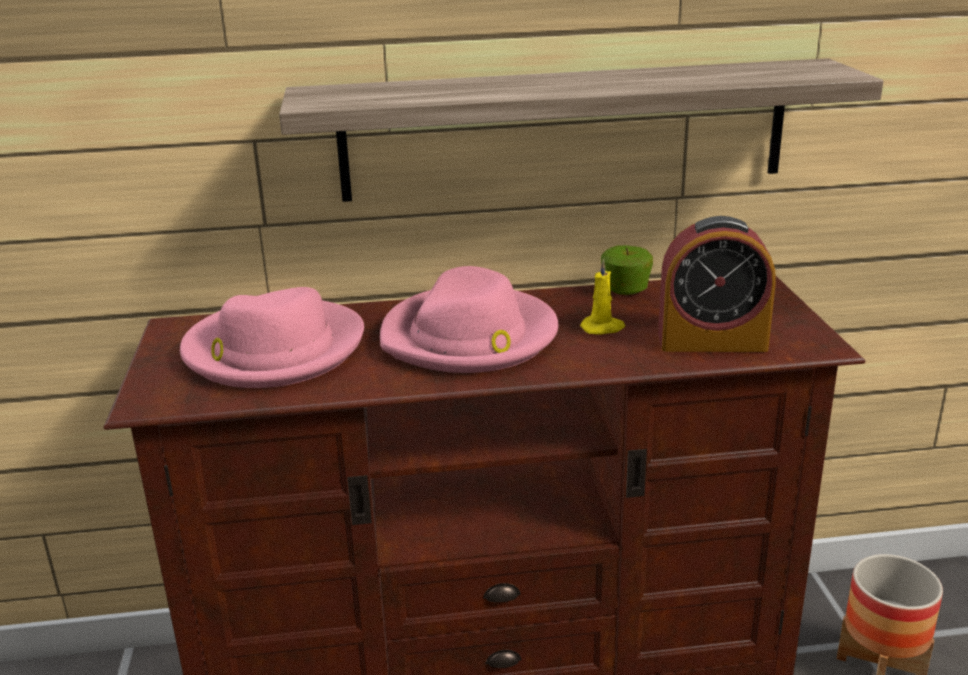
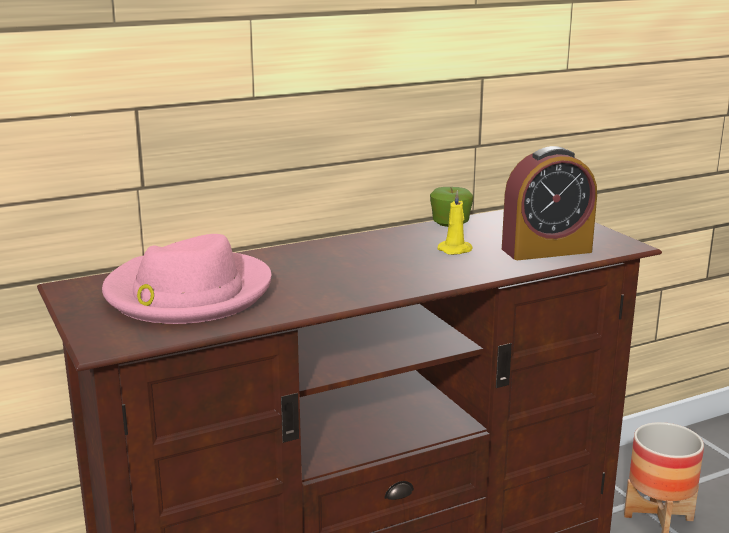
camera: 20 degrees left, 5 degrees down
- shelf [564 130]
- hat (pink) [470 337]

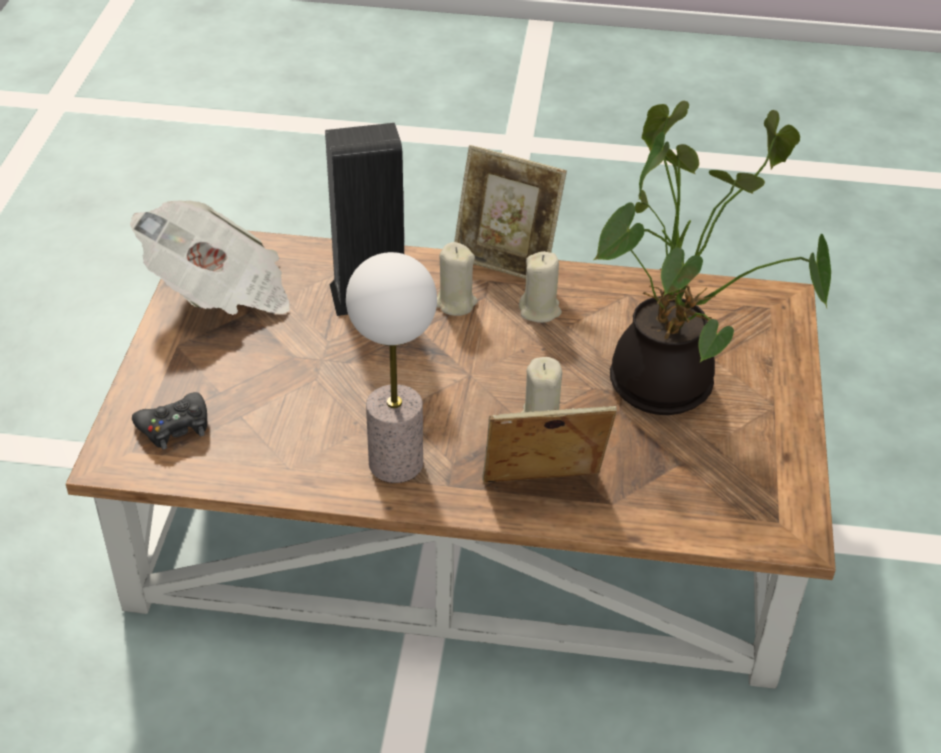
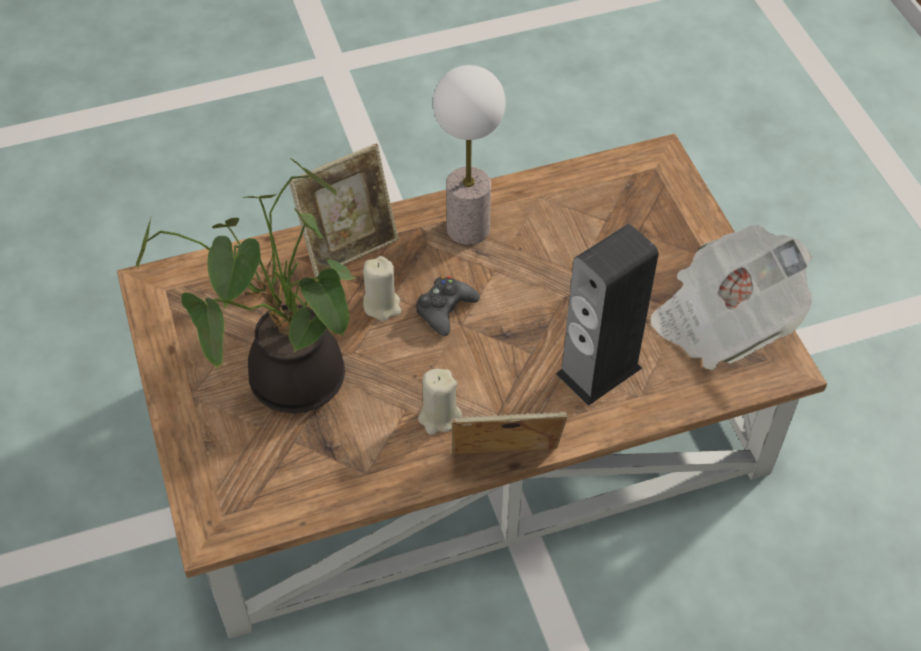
camera: 155 degrees right, 10 degrees up
- candle (beige) [454 303]
~ game controller (black) [175 427] to [445 309]

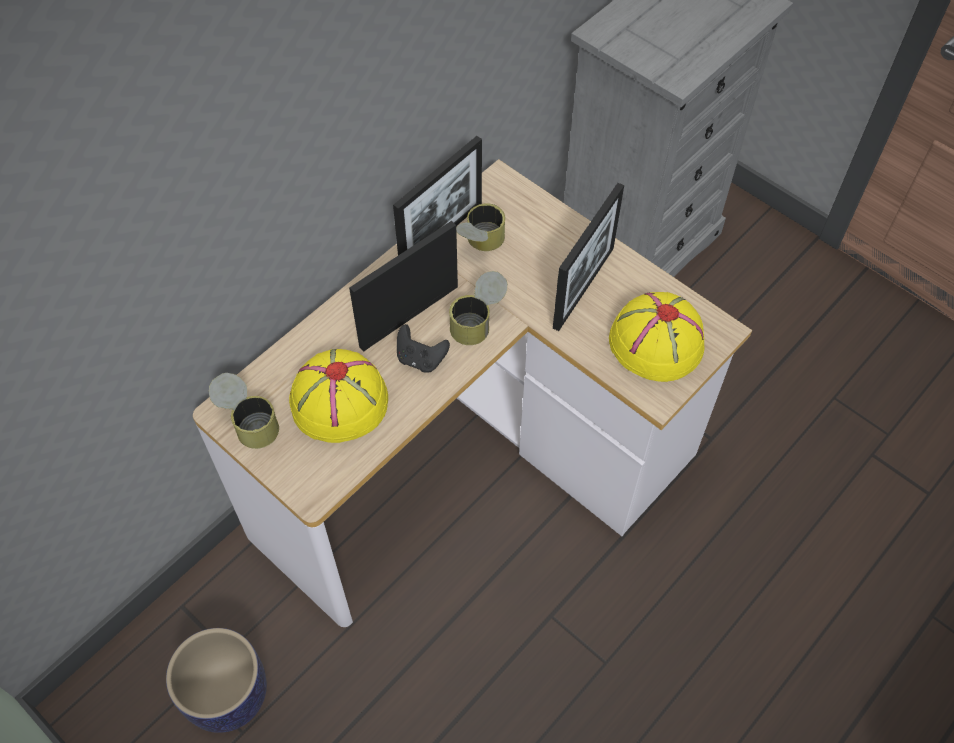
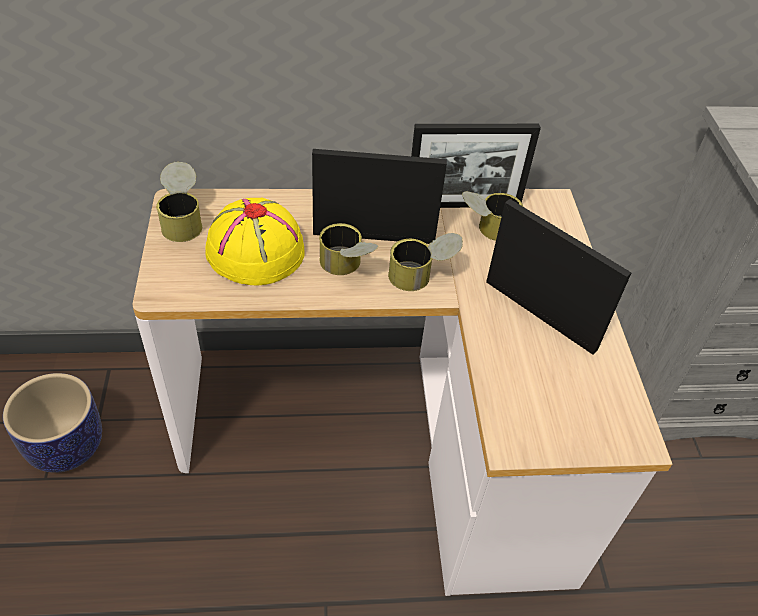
camera: 40 degrees right, 10 degrees down
~ picture frame [583 287] = [539 315] 120 degrees counterclockwise
- hat (yellow) [655 342]
~ game controller (black) [421 359] to can [346 268]

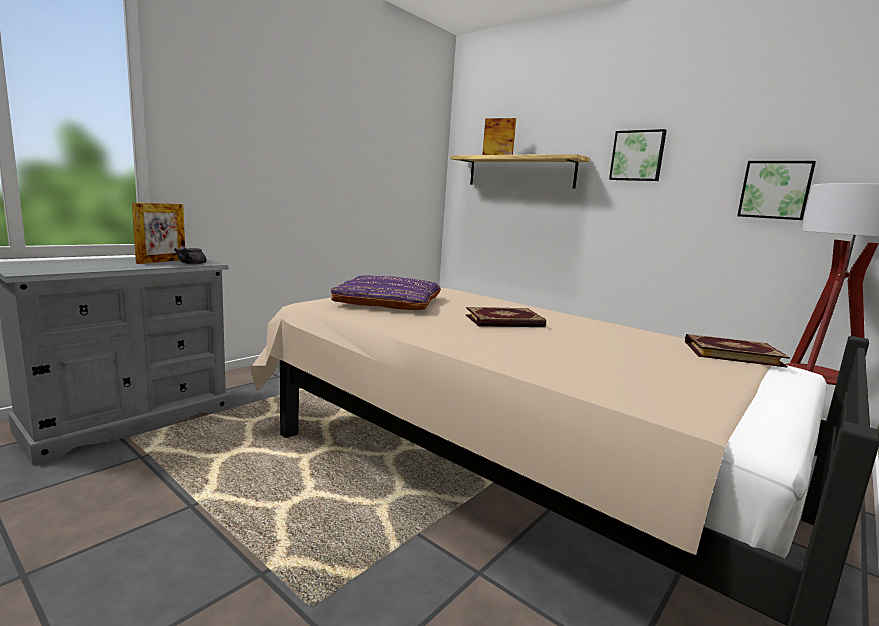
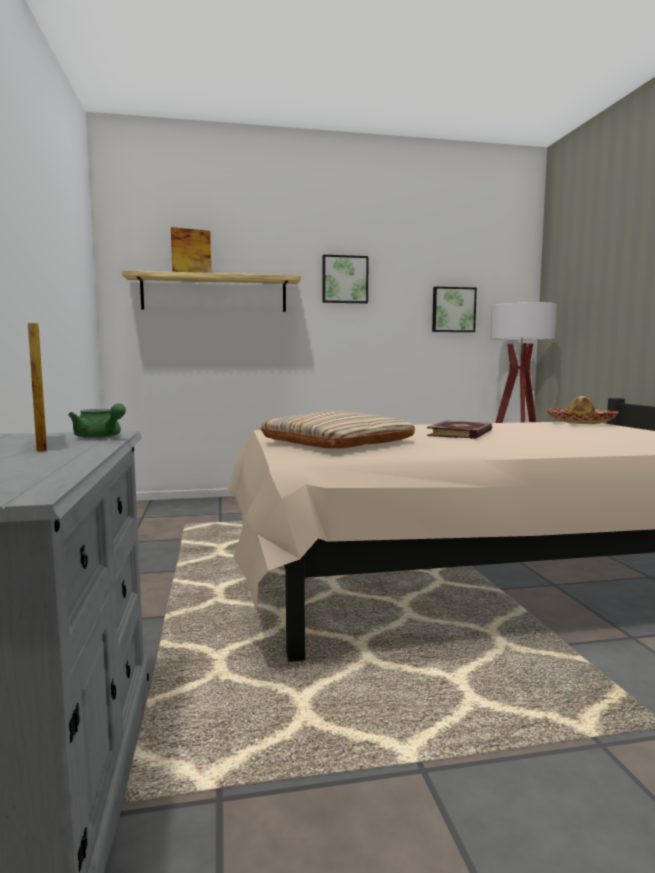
camera: 50 degrees left, 5 degrees down
~ teapot (grey) [190 263] to teapot (green) [100 437]
~ pillow (purple) [389 301] to pillow (beige) [337 442]
~ book [731 353] to hat [580 422]

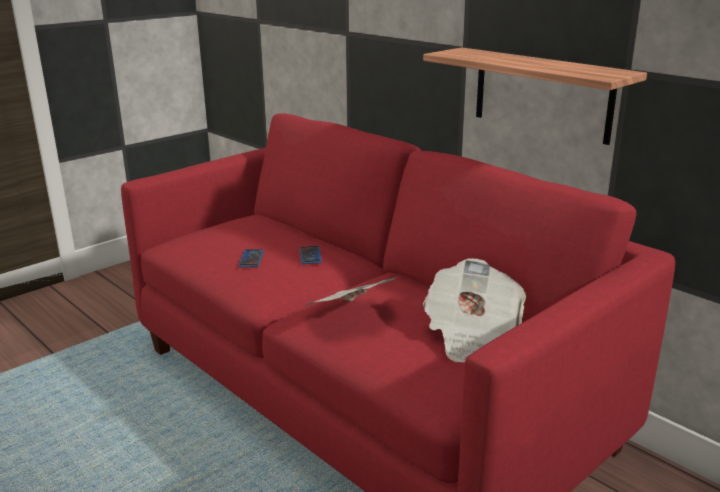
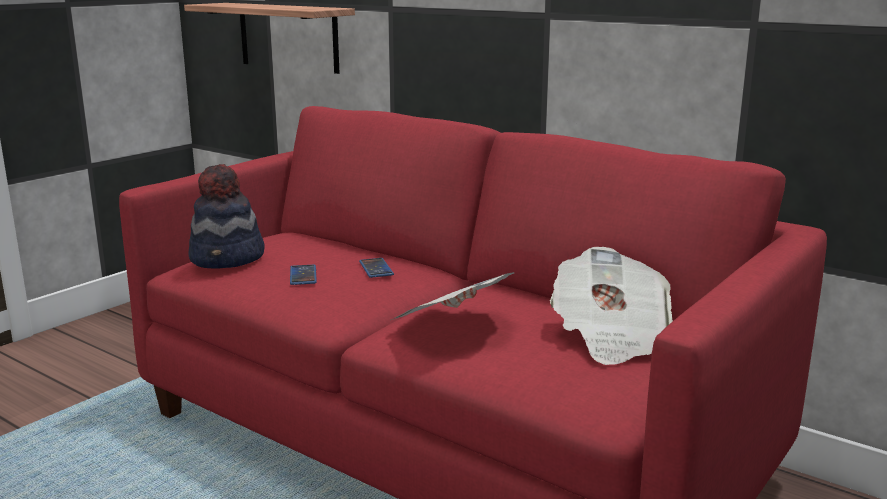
camera: 10 degrees left, 5 degrees down
~ shelf [542 94] to [288 37]
+ hat [228 258]

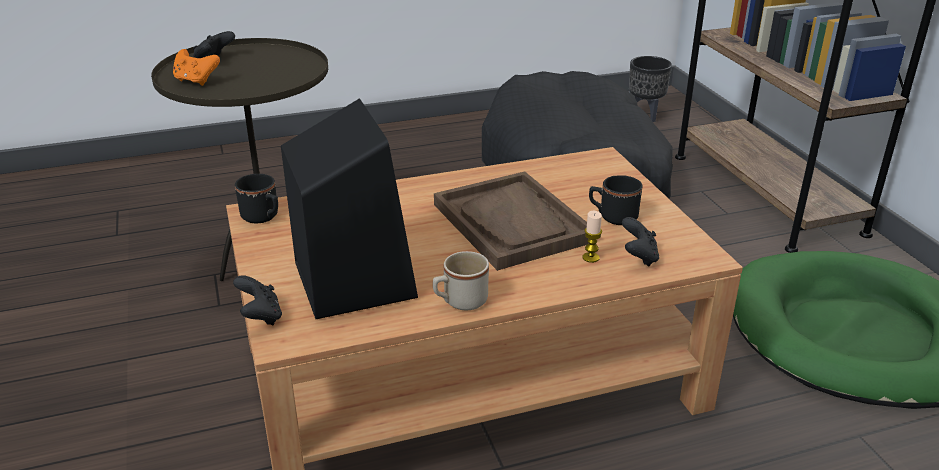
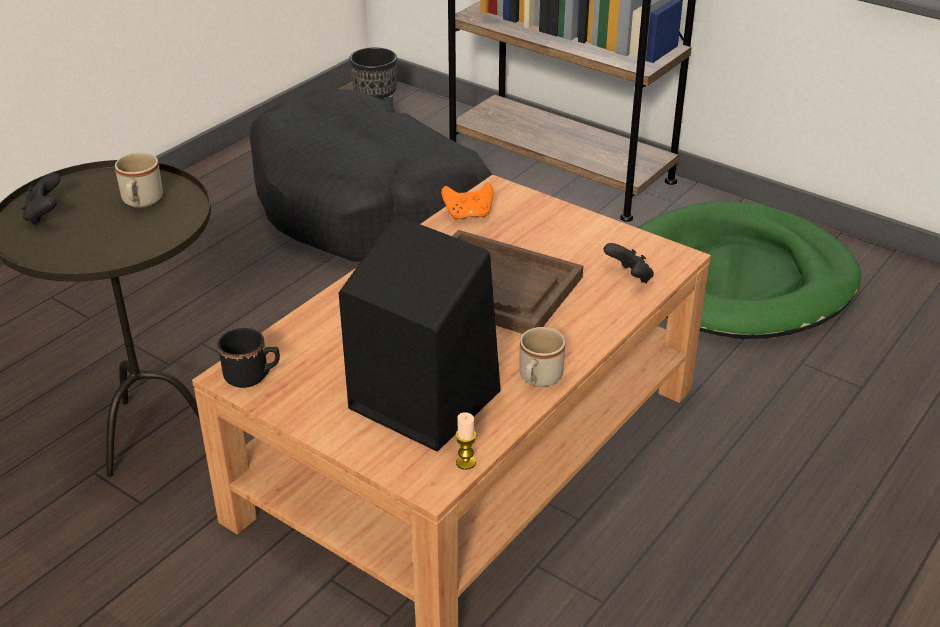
camera: 35 degrees left, 5 degrees up
~ game controller (orange) [196 81] to [468 215]
- mug (black) [612 217]
~ candle [590 258] to [465 462]
- game controller (black) [260 317]
+ mug (beige) [141 202]

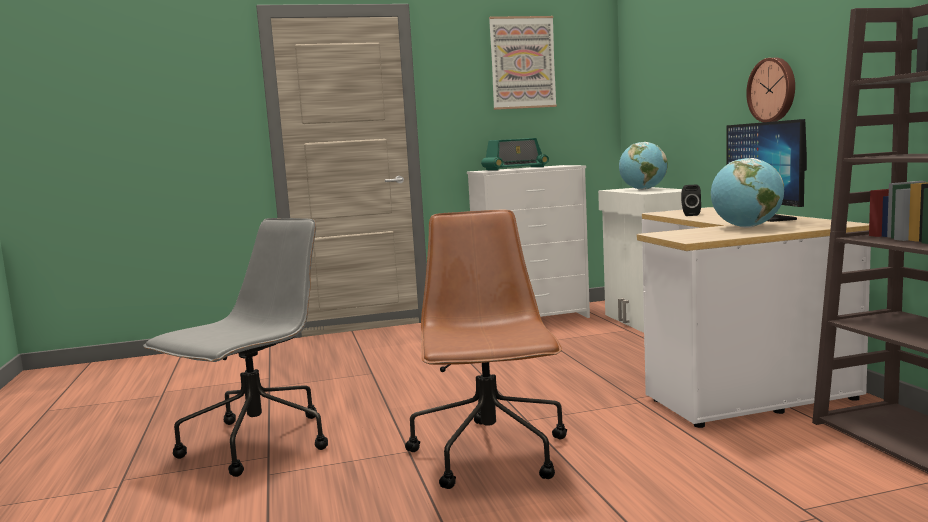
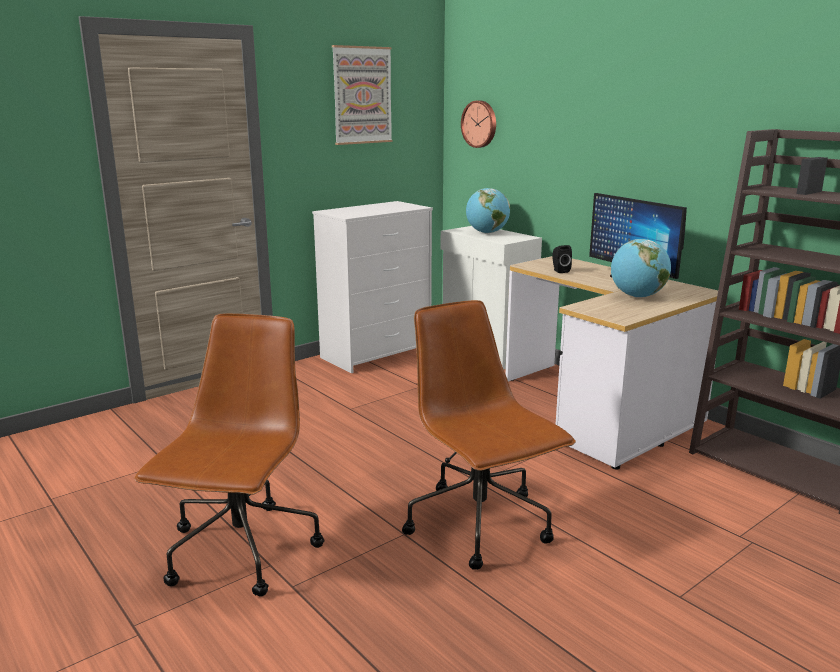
camera: 25 degrees left, 10 degrees up
~ wall clock [773 90] to [480 124]
- radio [515 168]
~ office chair (grey) [256 444] to office chair (brown) [241 552]

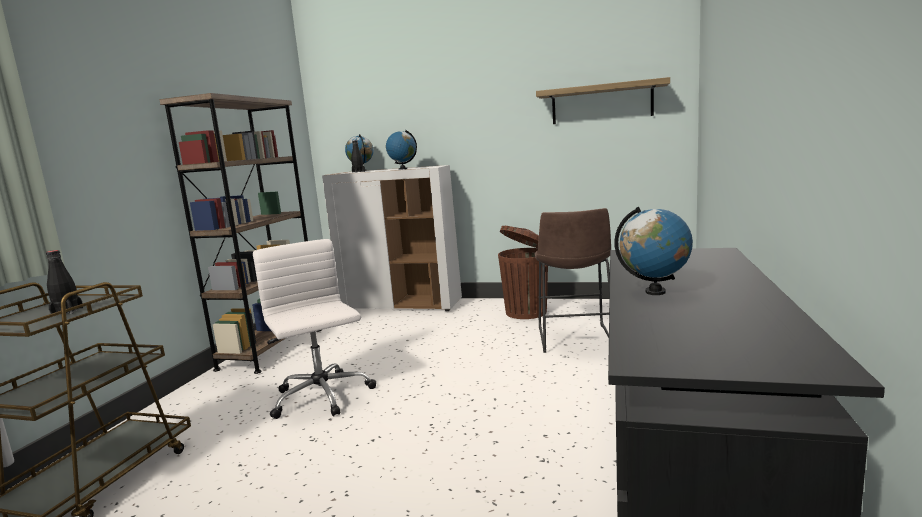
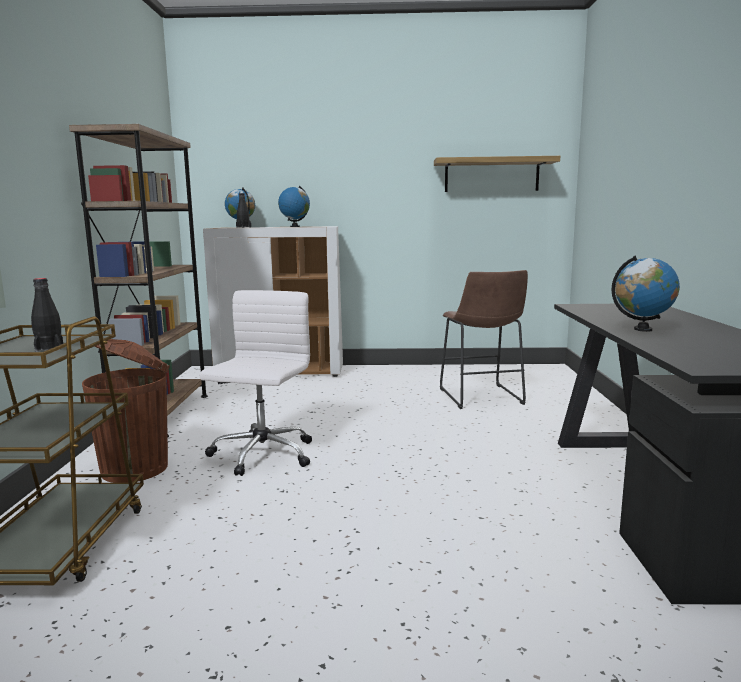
camera: 15 degrees left, 0 degrees up
~ trash can (brown) [527 312] to [137 468]
~ office chair (white) [322 397] = [261 455] 60 degrees clockwise

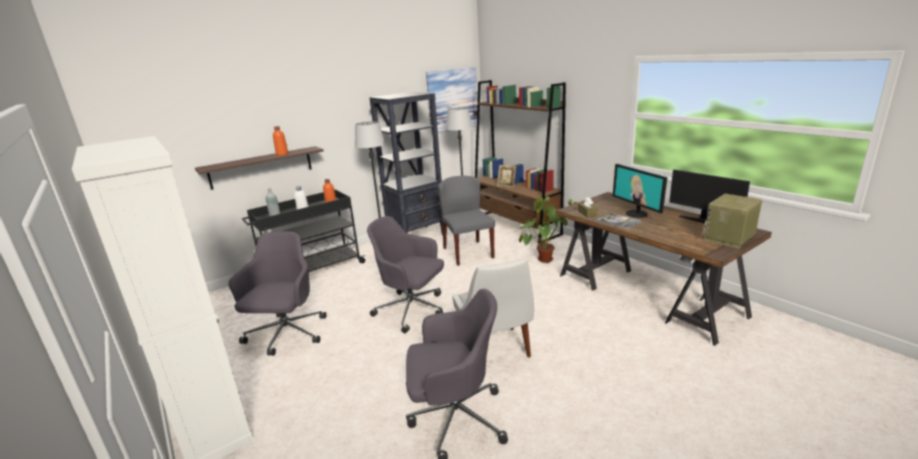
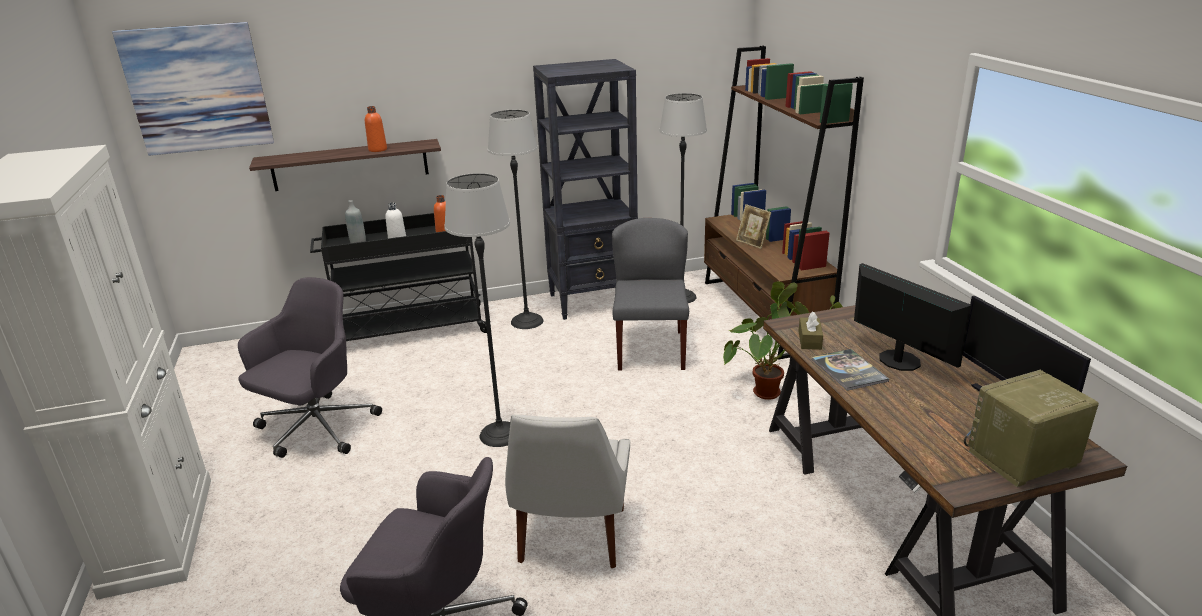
camera: 20 degrees right, 5 degrees up
~ picture [452 100] to [197 89]
~ monitor [637 213] = [898 360] 150 degrees clockwise
~ office chair (grey) [412 310] to floor lamp [500 434]

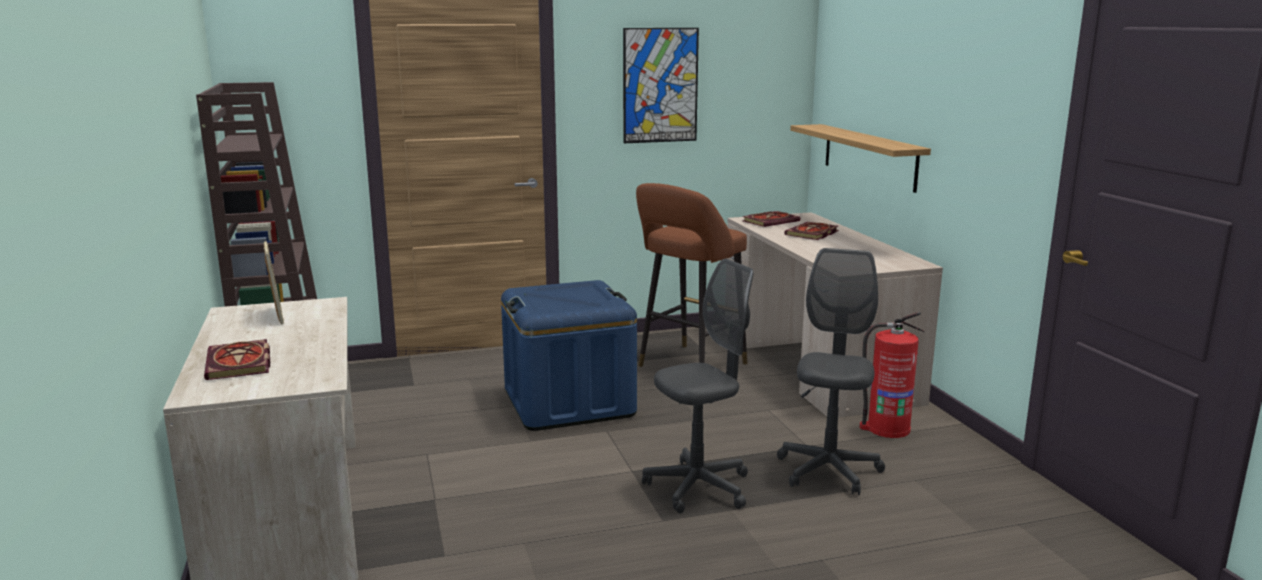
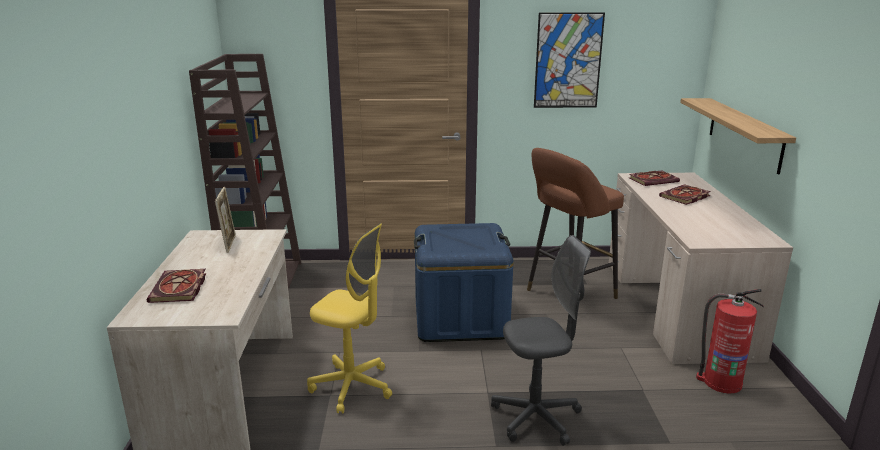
camera: 15 degrees right, 5 degrees up
- office chair (grey) [828 471]
+ office chair (yellow) [352 387]

